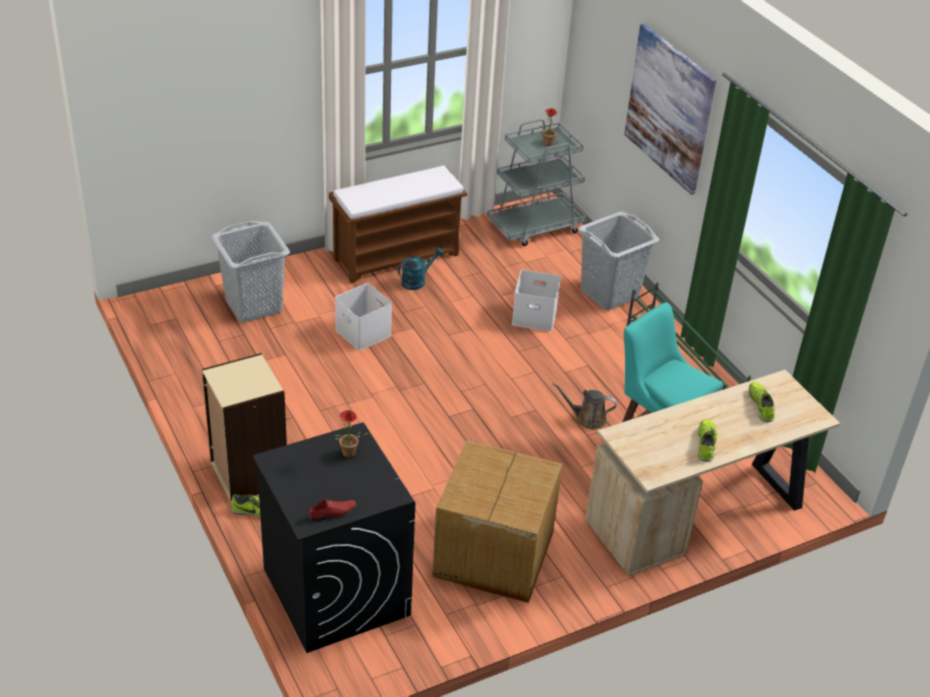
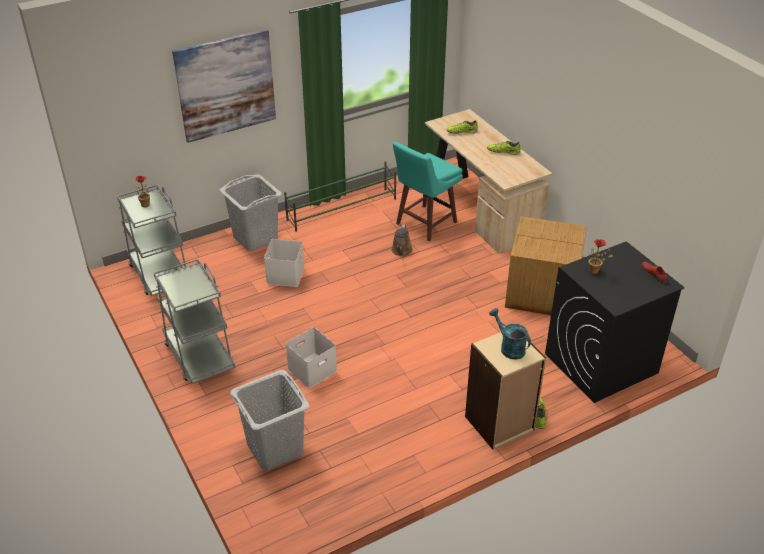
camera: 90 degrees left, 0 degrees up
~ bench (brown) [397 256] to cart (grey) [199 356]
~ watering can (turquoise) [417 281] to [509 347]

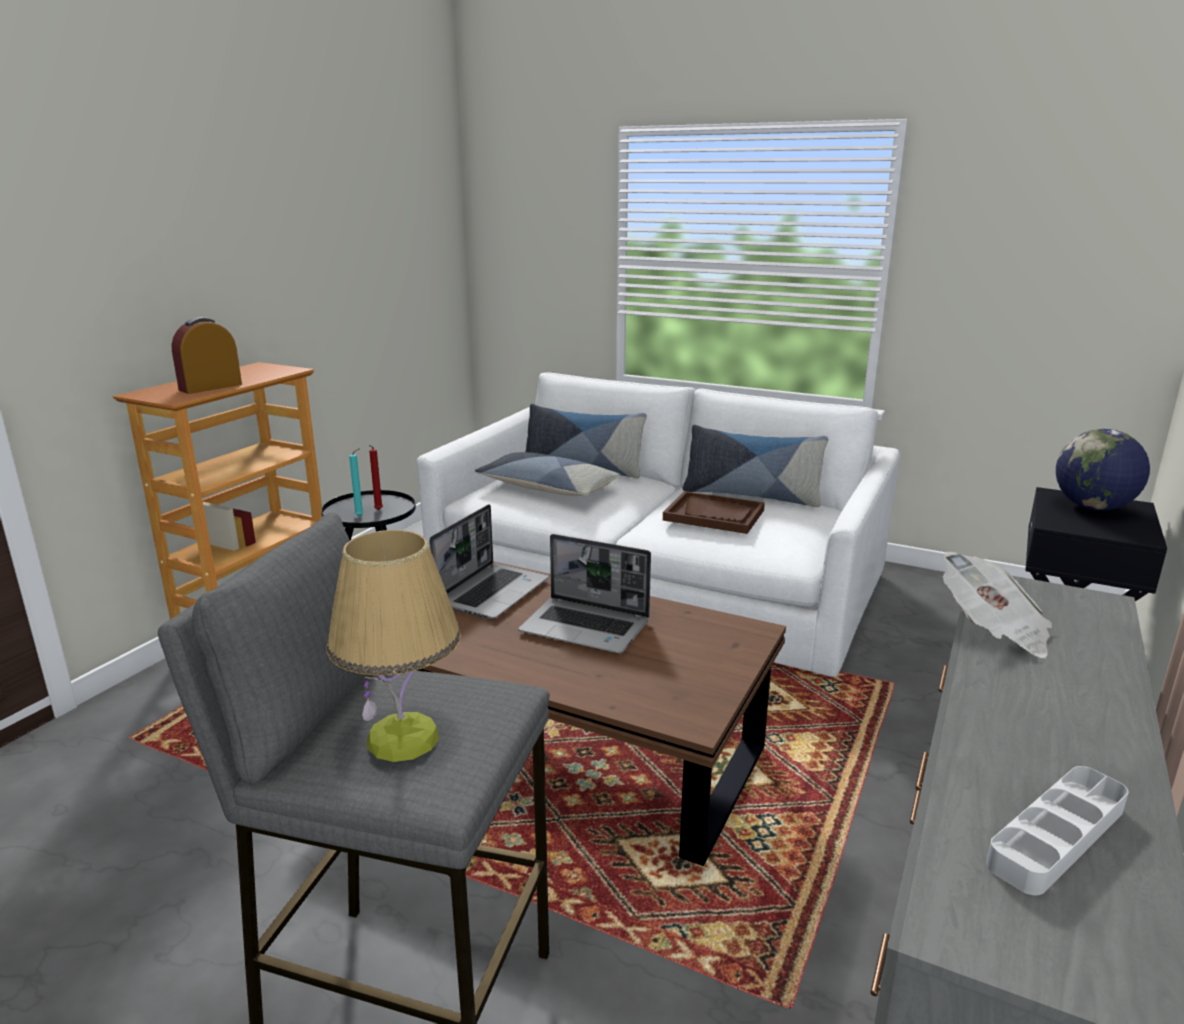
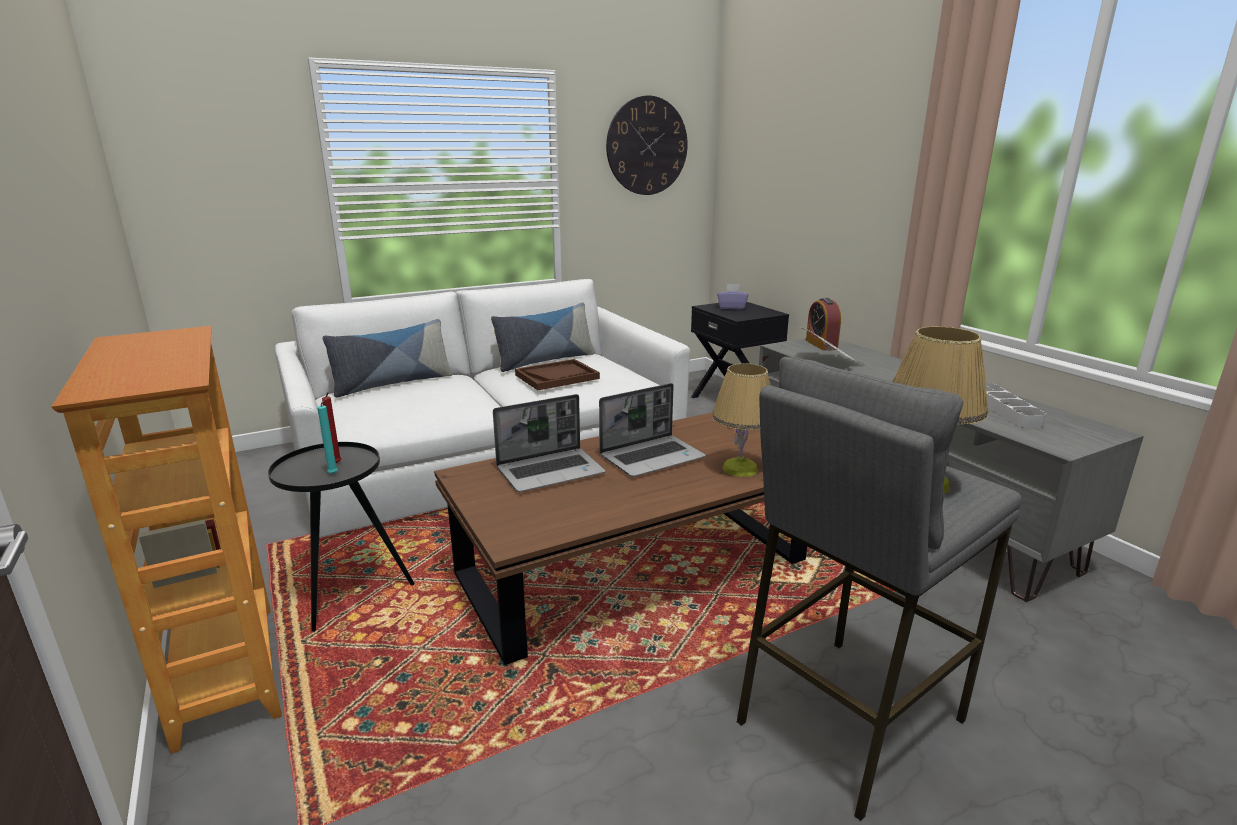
camera: 55 degrees left, 0 degrees up
~ alarm clock [210 387] to [821 344]
~ globe [1093 507] to tissue box (purple) [731 307]
- pillow [547 488]
~ laptop [492 592] = [551 471] 90 degrees clockwise
+ wall clock [647 146]
+ table lamp [740 469]

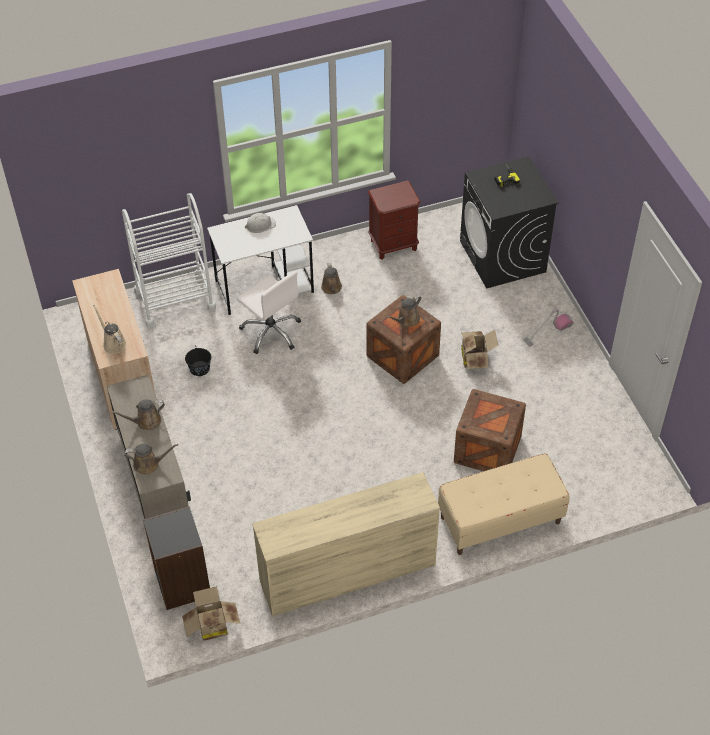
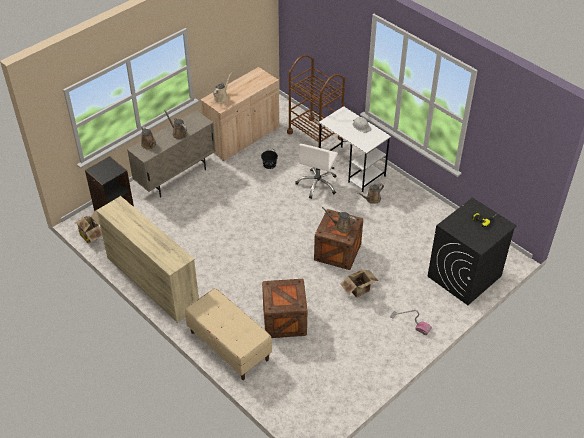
camera: 65 degrees right, 5 degrees down
- nightstand (brown) [393 244]
~ cart (white) [175 299] to cart (brown) [315 135]

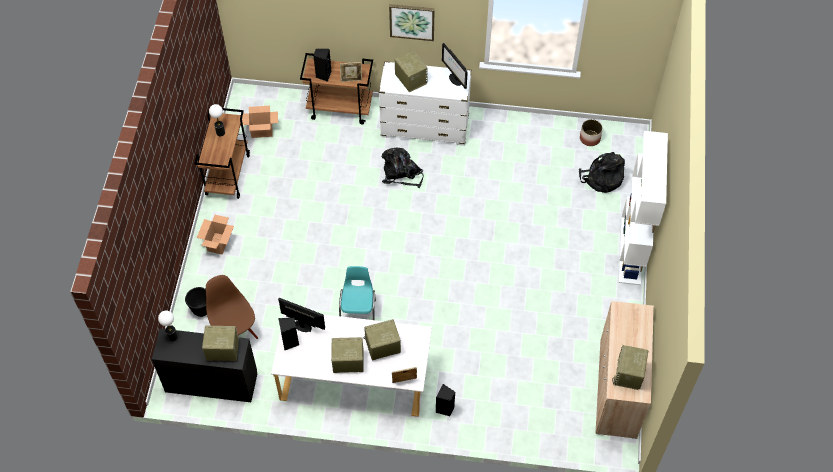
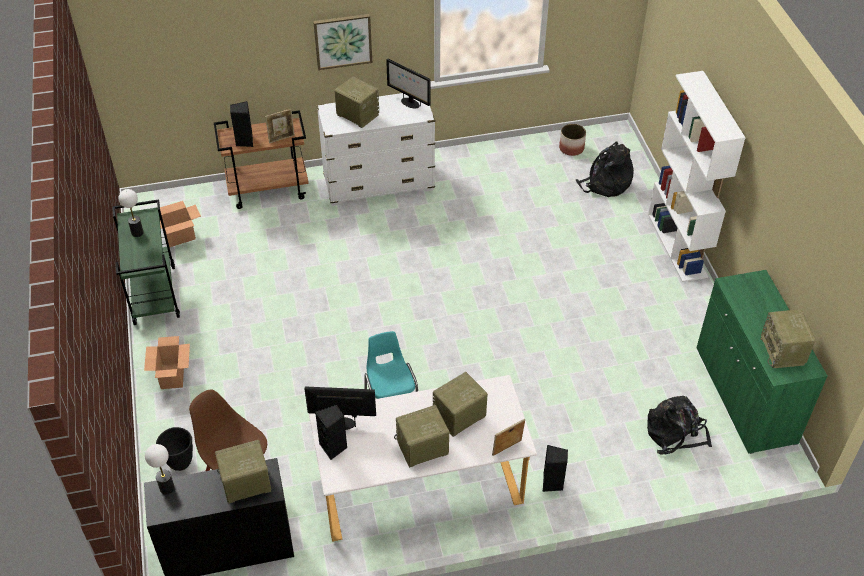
camera: 20 degrees left, 10 degrees down
~ cart (brown) [227 174] to cart (green) [154 294]
~ backpack (black) [401 174] to [675 434]
~ cabinet (beige) [617 389] to cabinet (green) [744 395]

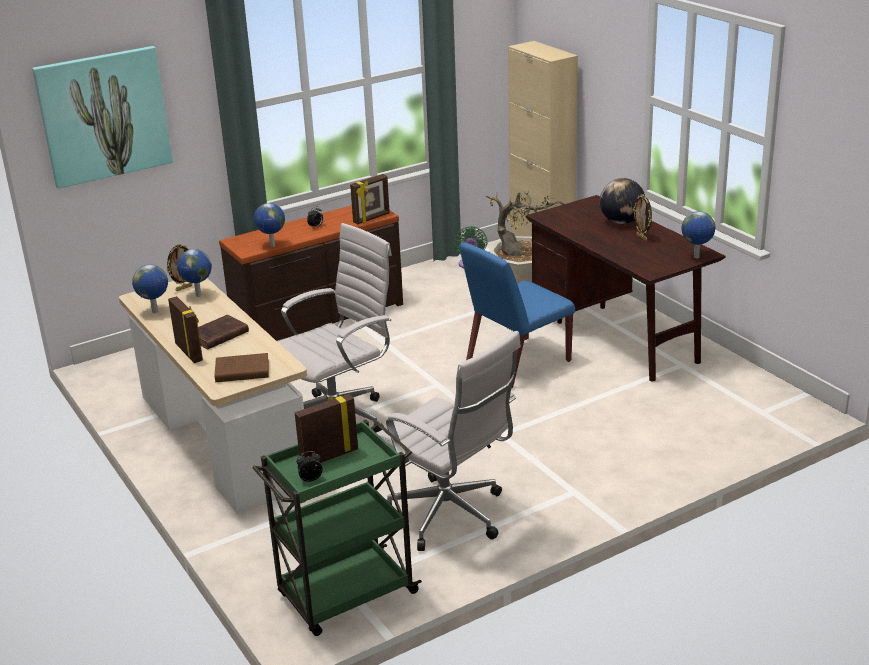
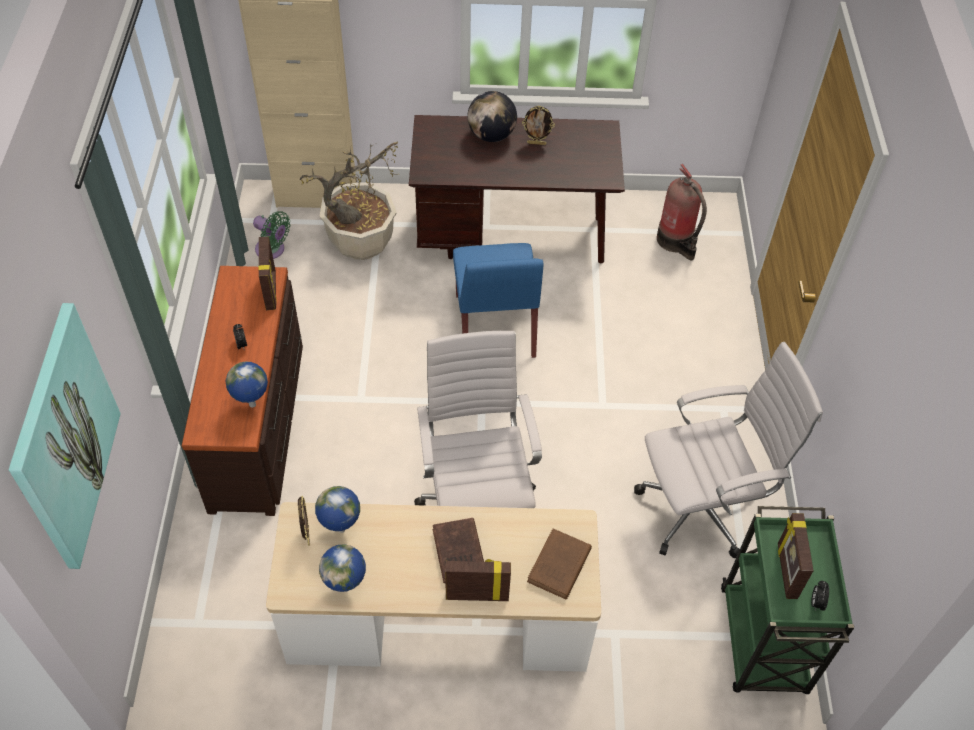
camera: 60 degrees left, 25 degrees up
- globe [696 257]
+ fire extinguisher [676 241]

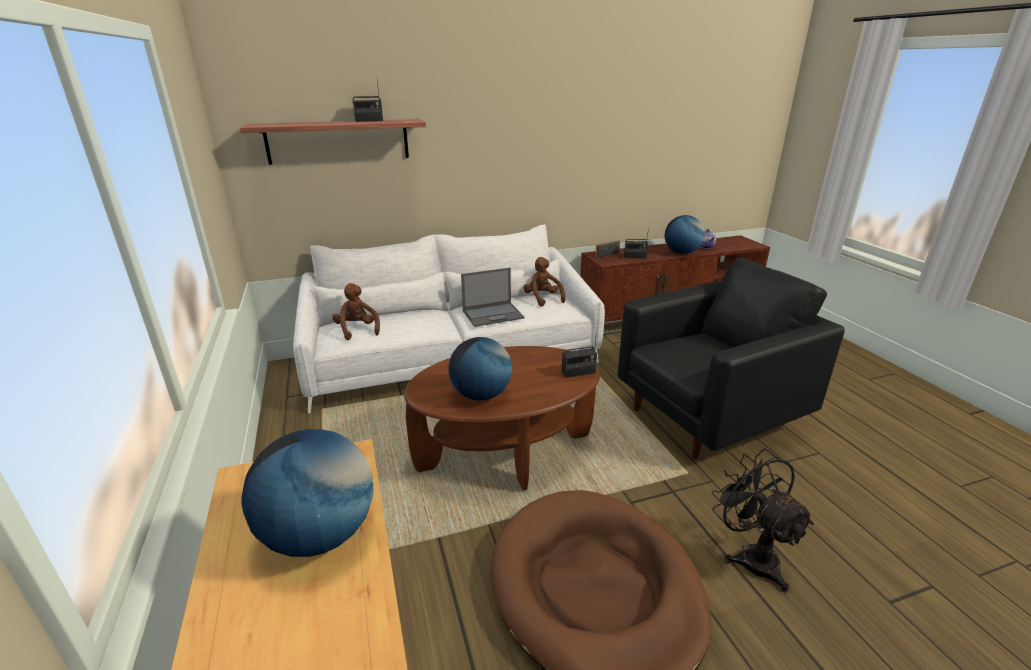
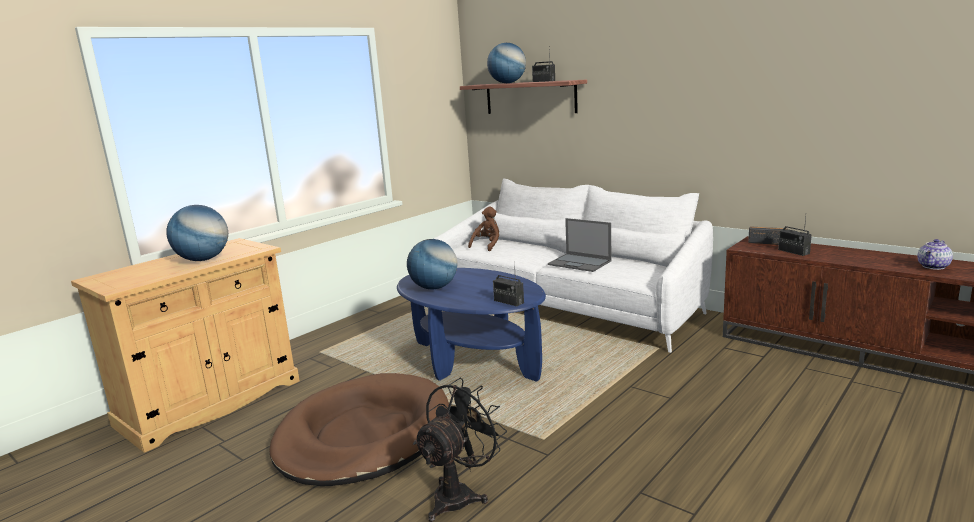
camera: 60 degrees right, 10 degrees down
~ globe [681 253] to [507 83]
- plush toy (brown) [542 299]
- armchair (black) [708 416]
~ coffee table (brown) [505 453] to coffee table (blue) [473 361]

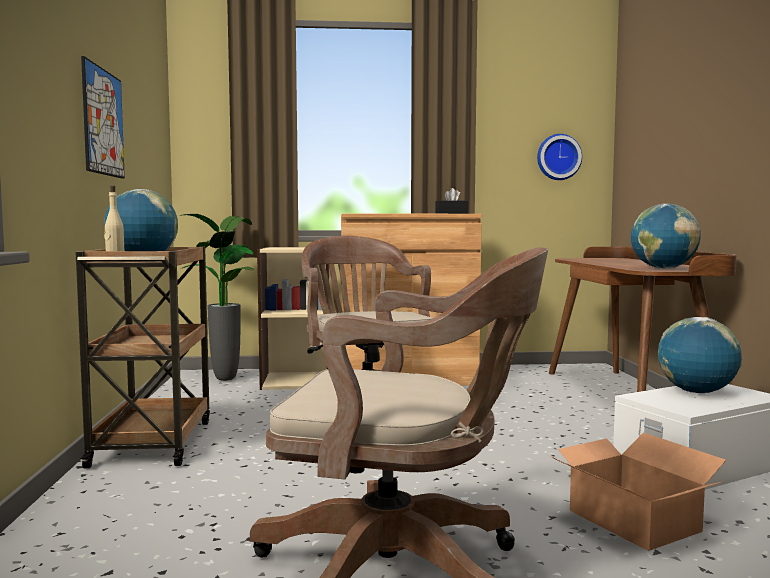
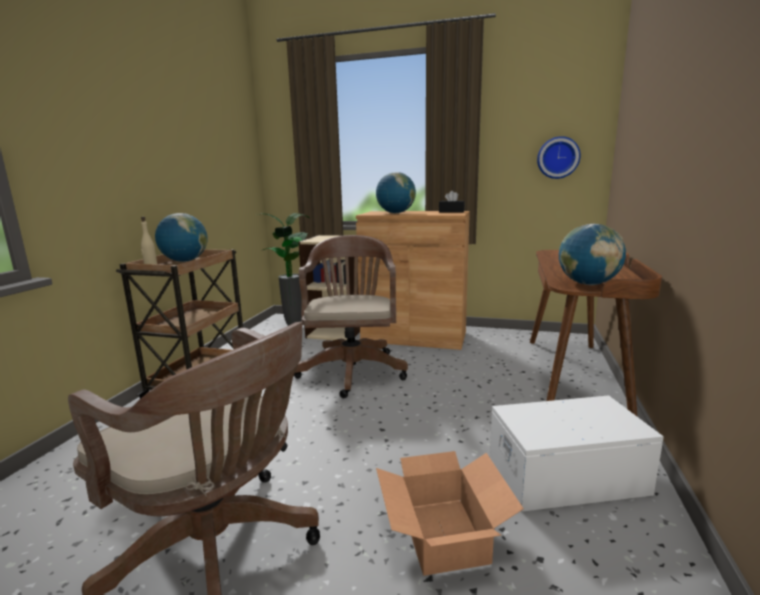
camera: 20 degrees right, 10 degrees up
- picture [103 122]
~ globe [696 392] to [396 213]

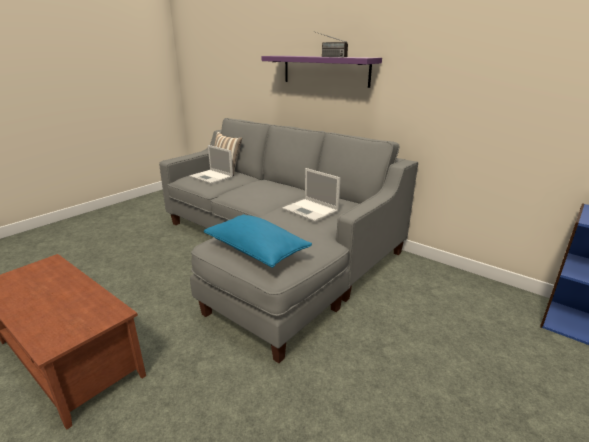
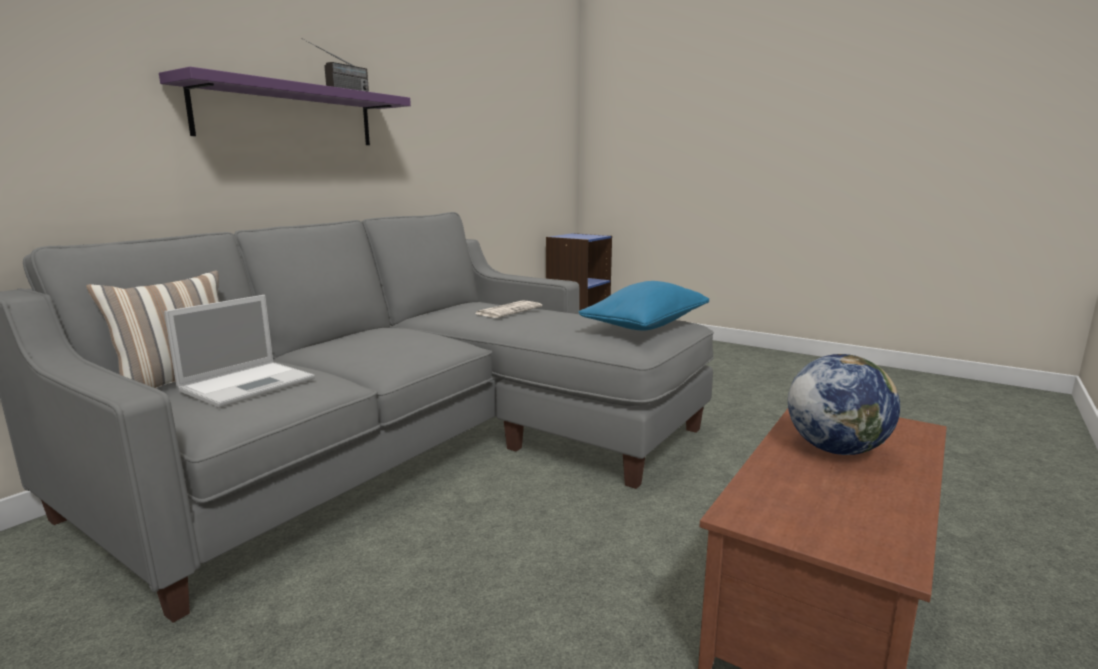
camera: 95 degrees left, 10 degrees down
~ laptop [311 210] to newspaper [509 310]
+ globe [835 449]

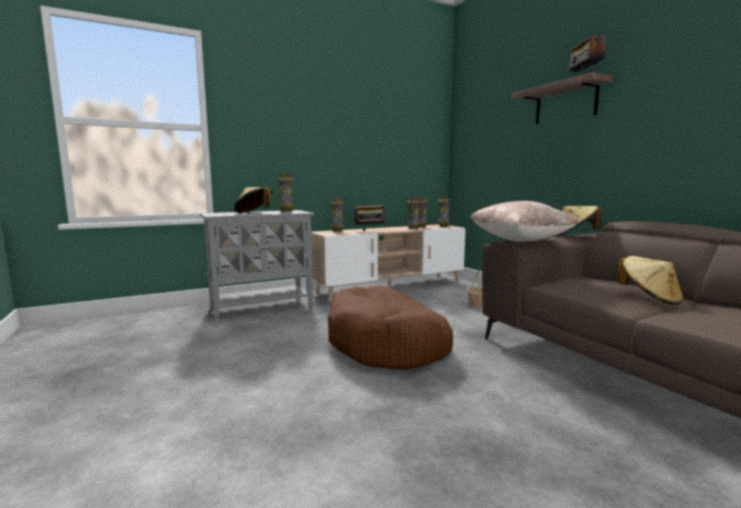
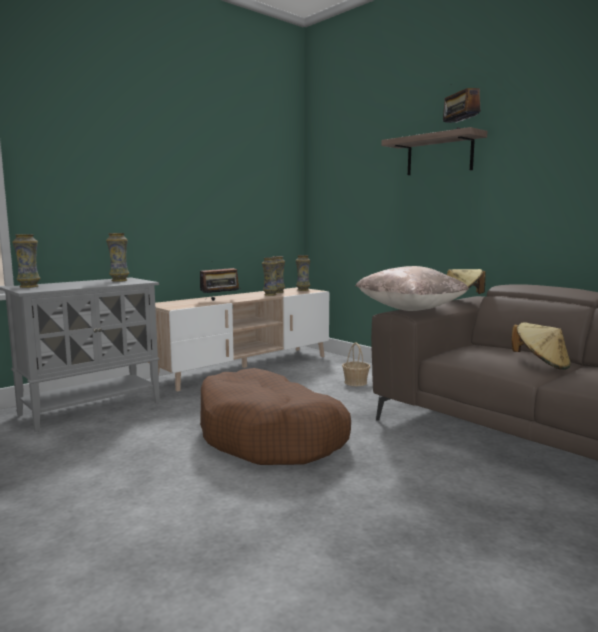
camera: 15 degrees left, 0 degrees up
- hat (beige) [254 213]
~ vase [337 231] to [29 286]

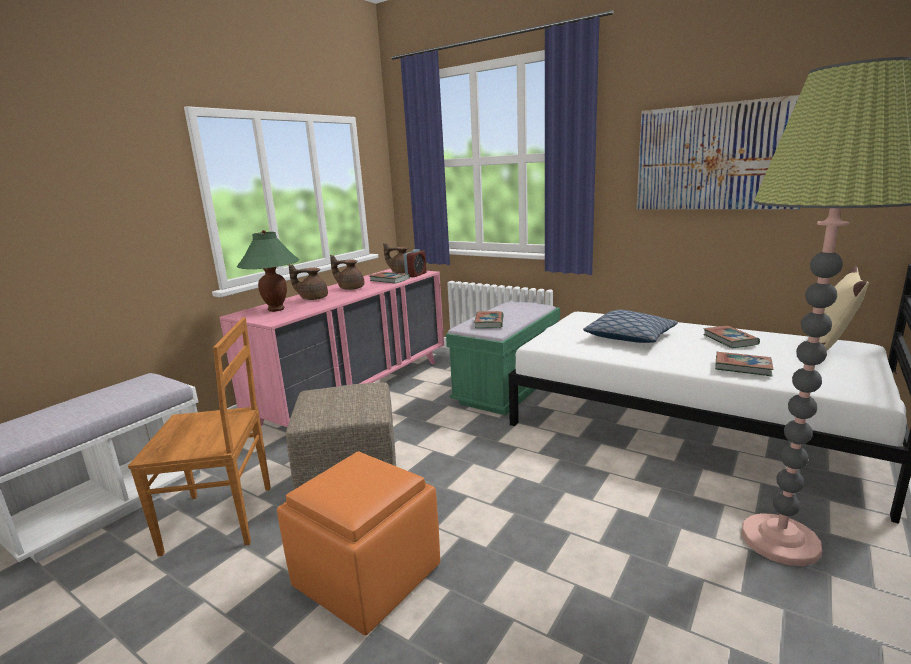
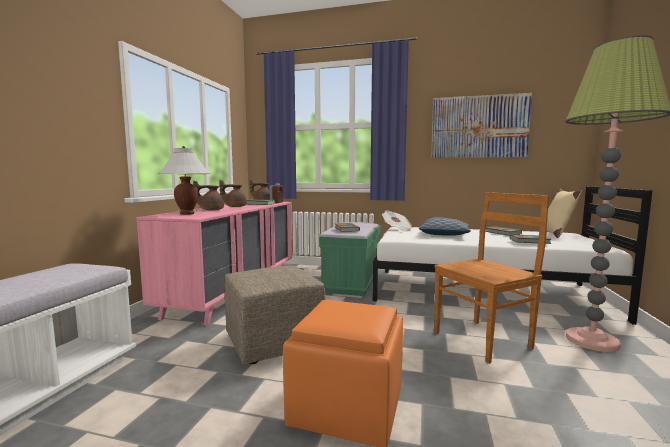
camera: 20 degrees left, 10 degrees down
~ table lamp (green) [276 309] to table lamp (white) [187 213]
~ chair (brown) [223 518] to [483 340]
+ newspaper [397 229]

